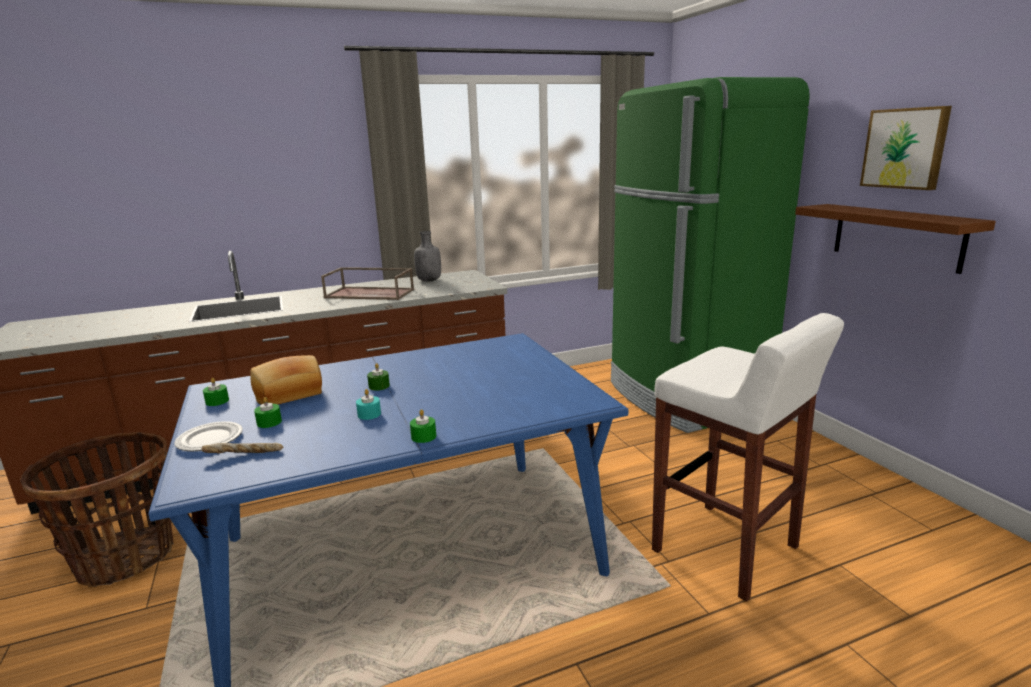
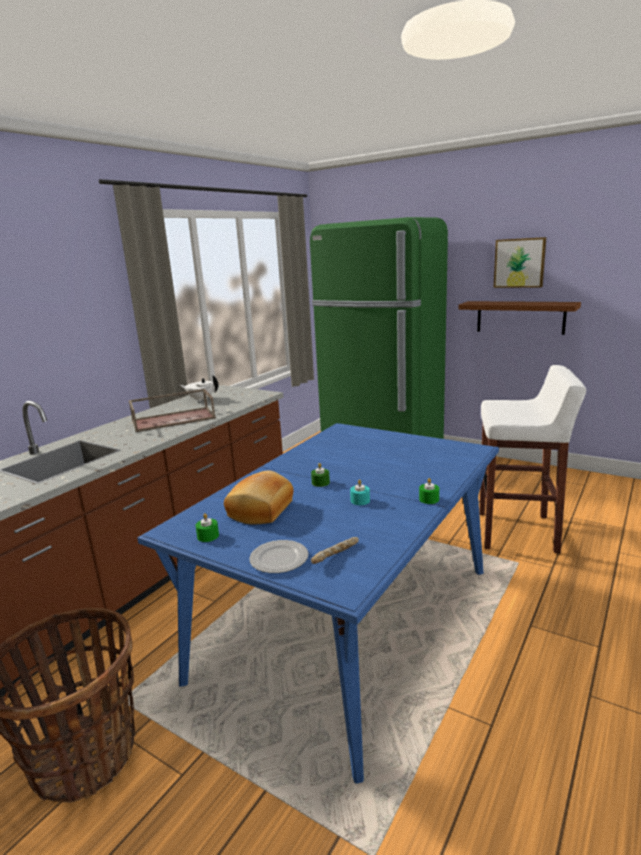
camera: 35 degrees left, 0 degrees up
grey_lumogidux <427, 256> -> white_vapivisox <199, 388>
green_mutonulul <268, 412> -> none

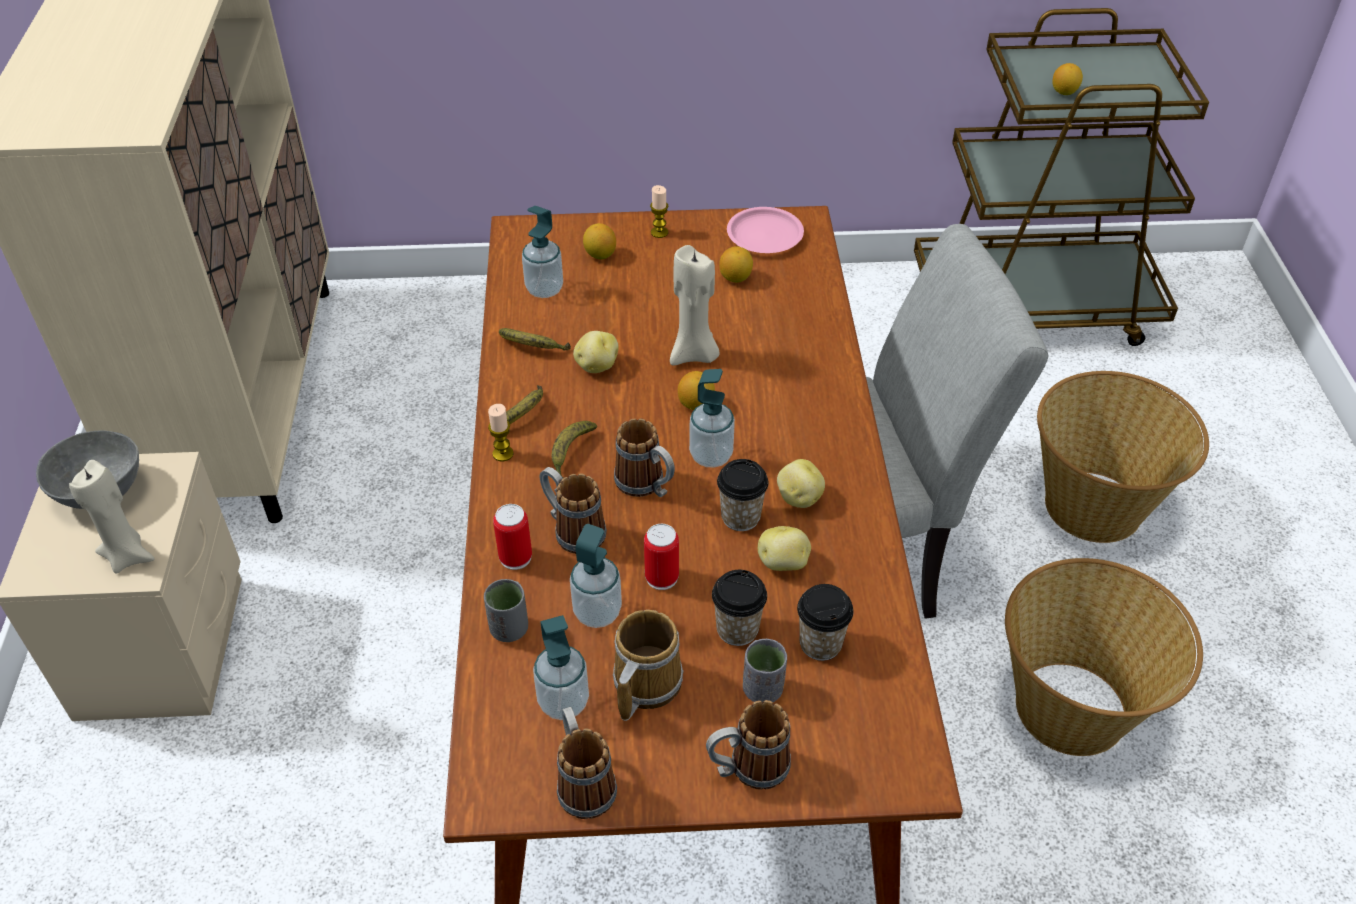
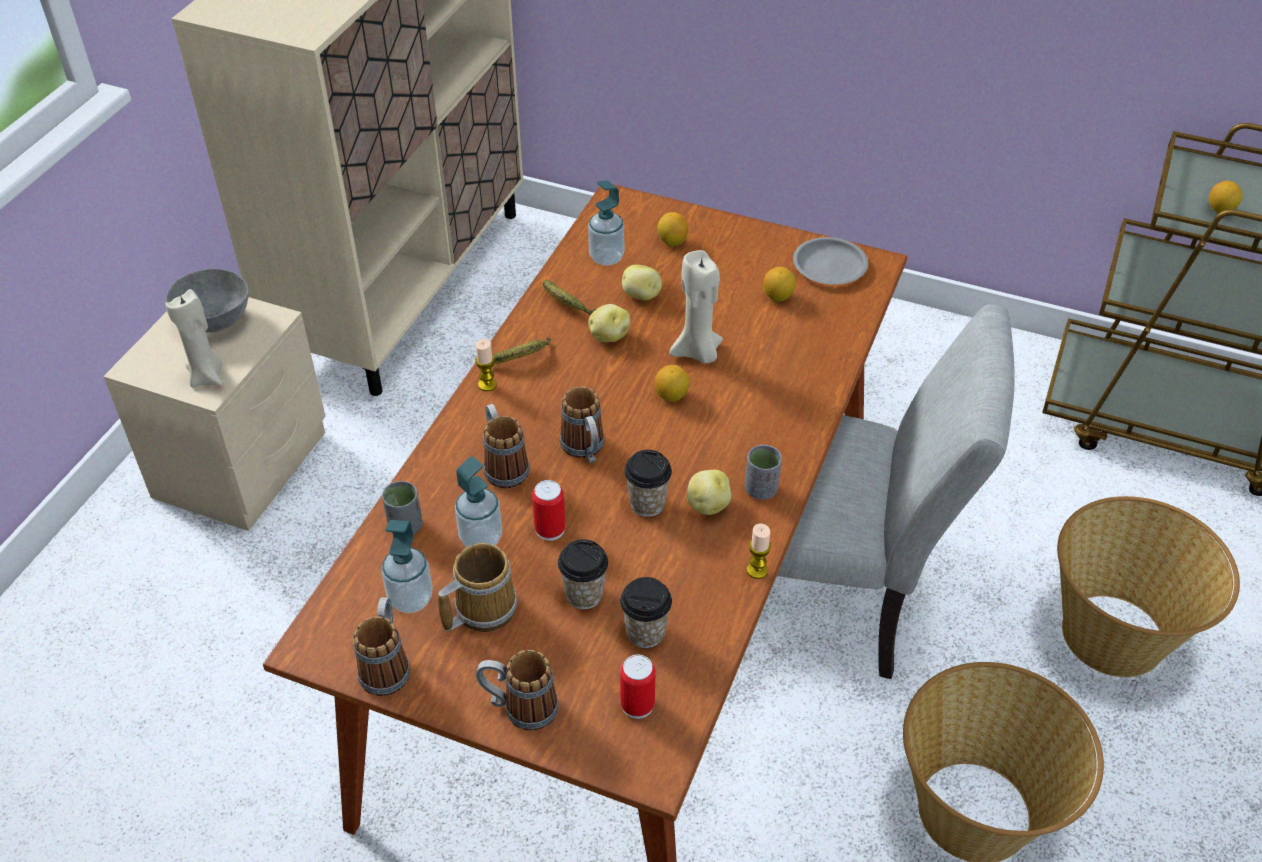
camera: 25 degrees right, 0 degrees up
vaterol <512, 537> -> vaterol <637, 687>, move
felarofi <784, 548> -> felarofi <642, 282>, move
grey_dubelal <765, 670> -> grey_dubelal <763, 472>, move
mutonulul <659, 211> -> mutonulul <759, 551>, move
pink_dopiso <765, 230> -> grey_dopiso <830, 261>
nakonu <574, 449> -> none
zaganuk <712, 418> -> none

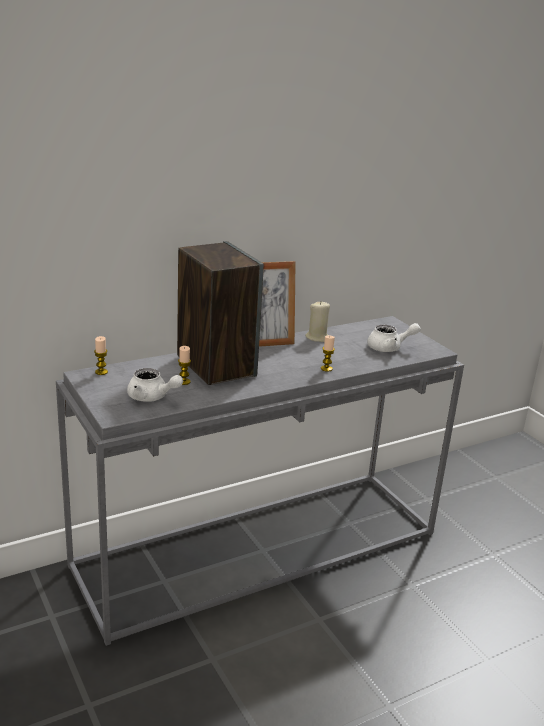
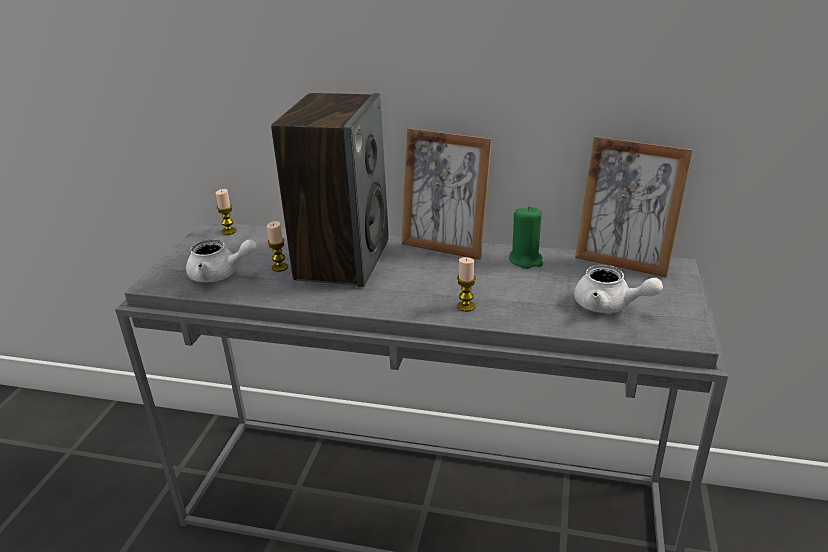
camera: 45 degrees right, 5 degrees up
white_vapivisox <155, 385> -> white_vapivisox <222, 260>, 60 degrees counterclockwise
beige_mutonulul <317, 322> -> green_mutonulul <526, 237>
none -> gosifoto <634, 206>

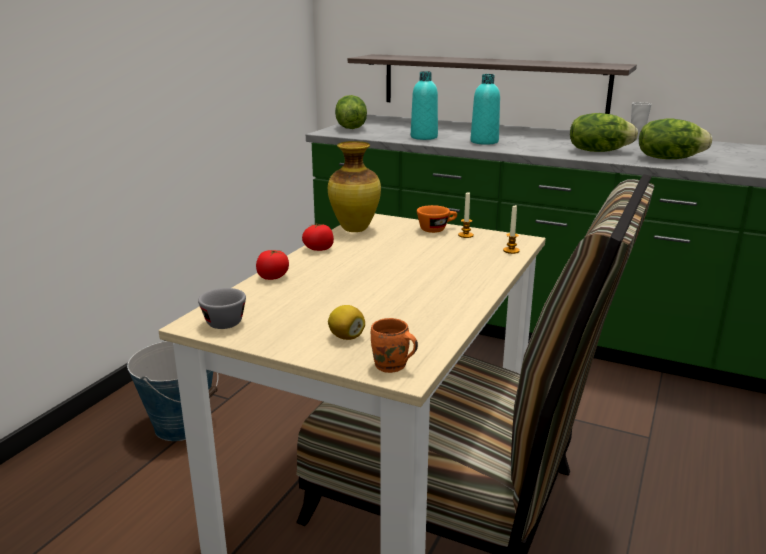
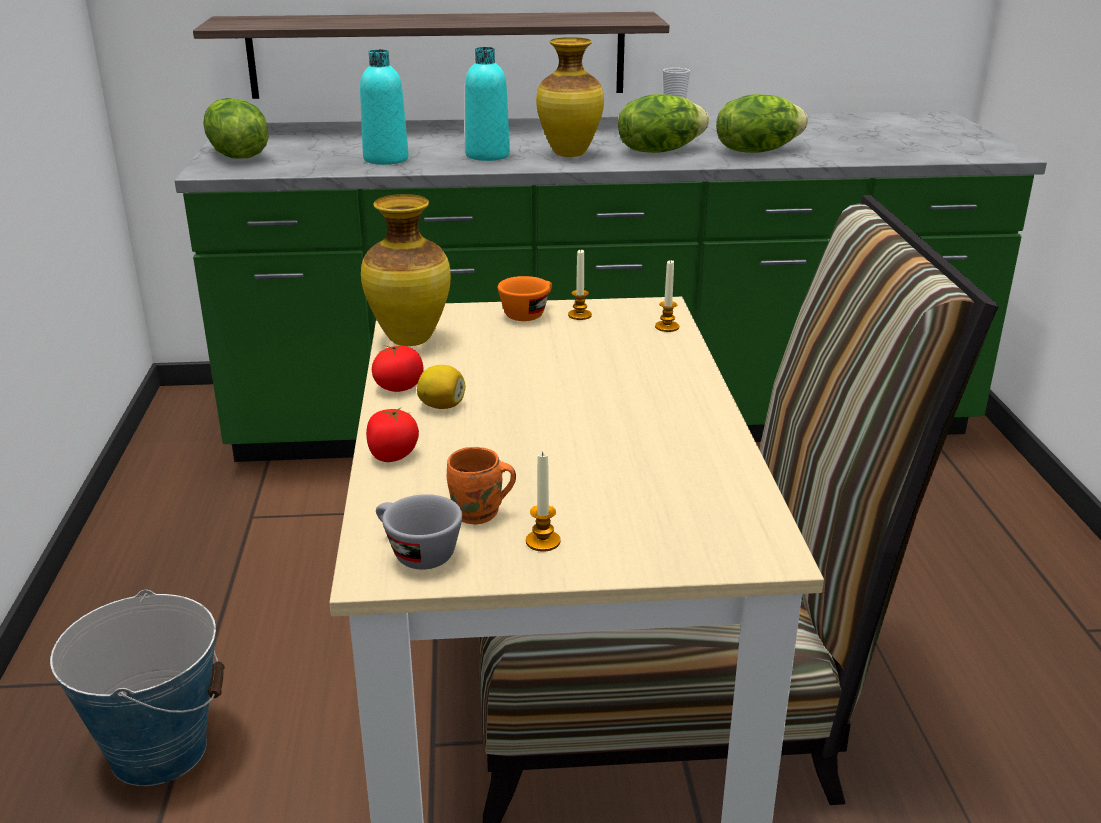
camera: 30 degrees left, 5 degrees up
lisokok <346, 322> -> lisokok <441, 387>, move
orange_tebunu <394, 345> -> orange_tebunu <481, 486>, move
none -> mutonulul <543, 502>
none -> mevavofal <570, 97>

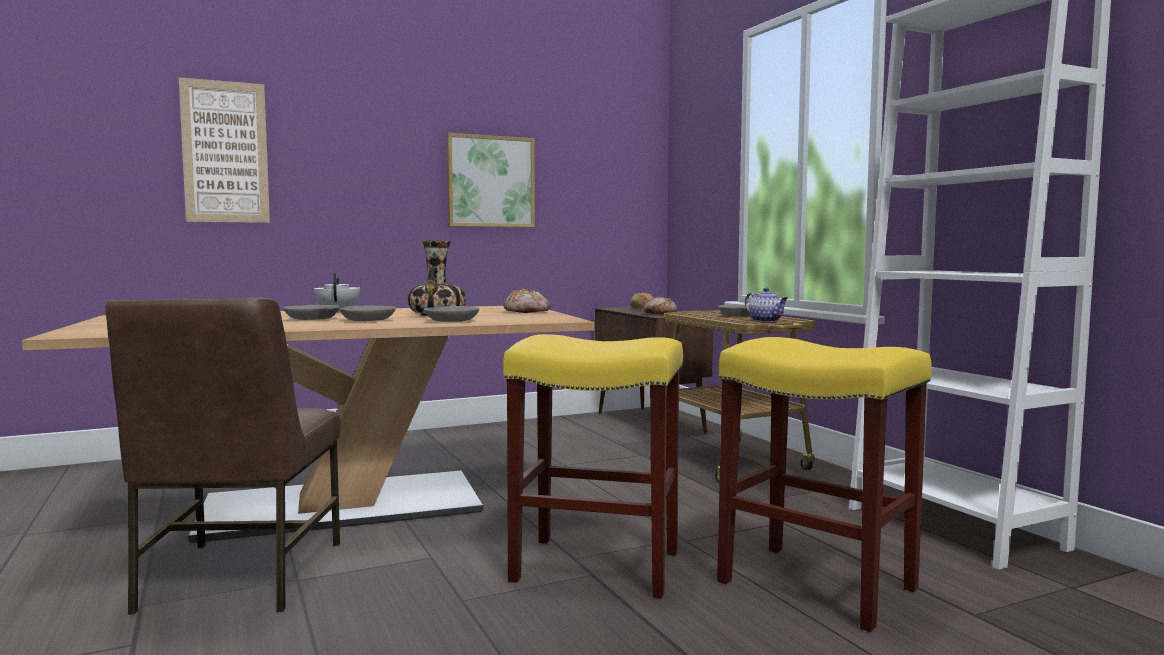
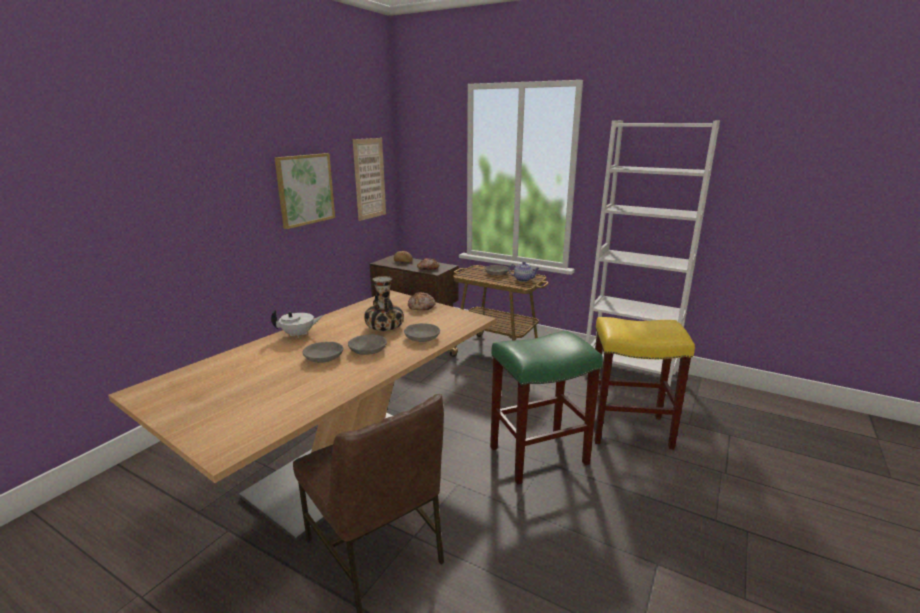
camera: 35 degrees left, 15 degrees up
white_vapivisox <337, 292> -> white_vapivisox <297, 324>, 120 degrees clockwise
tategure <224, 150> -> tategure <369, 179>, move
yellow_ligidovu <593, 466> -> green_ligidovu <546, 408>

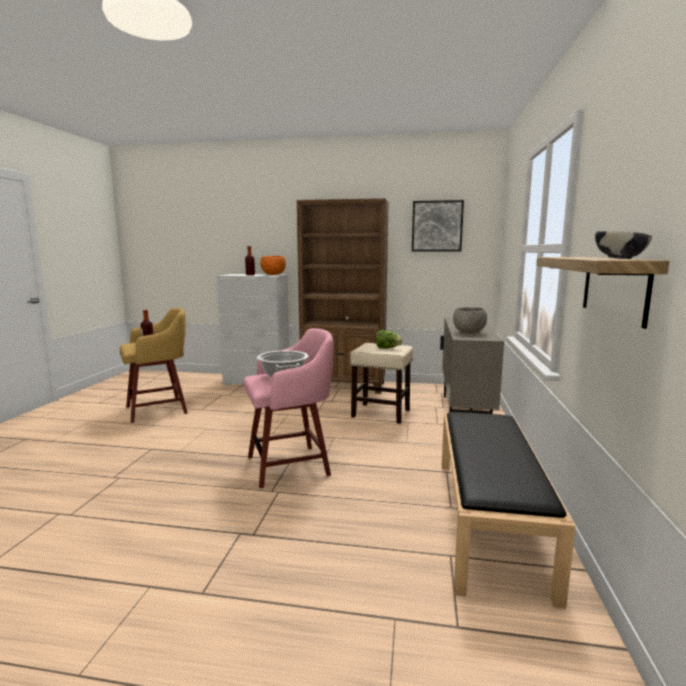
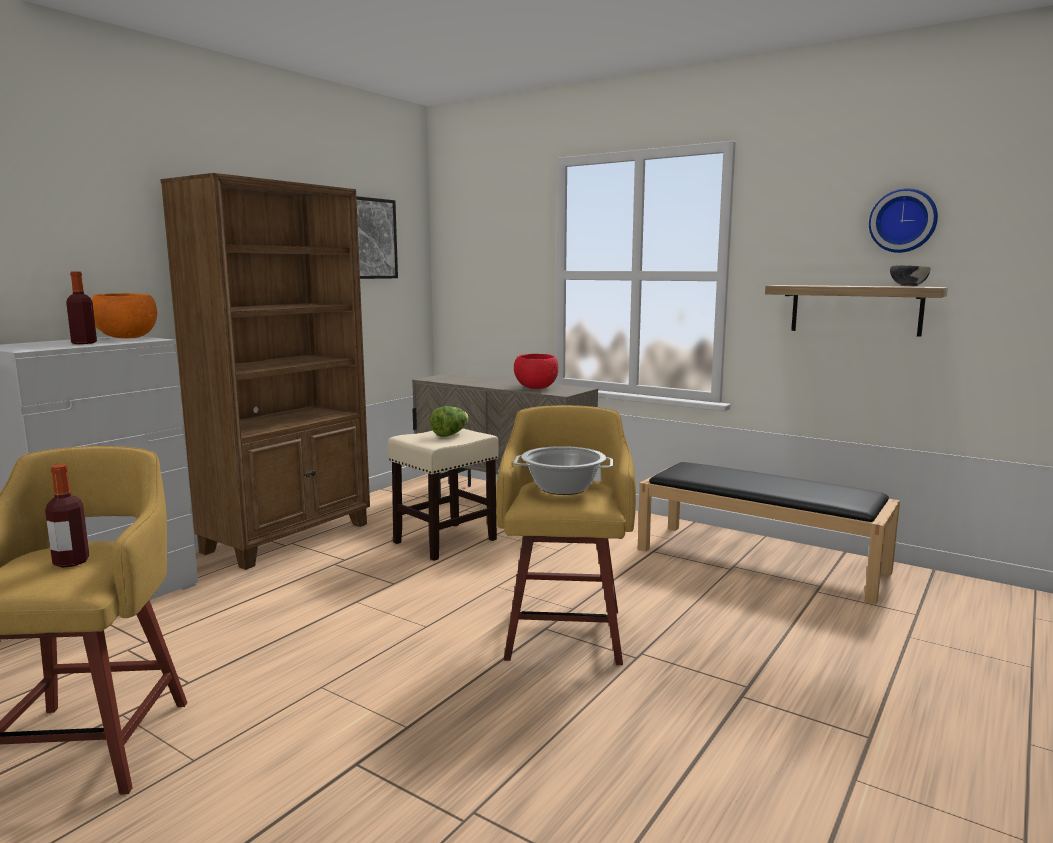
camera: 65 degrees left, 0 degrees up
pink_ligidovu <288, 408> -> yellow_ligidovu <566, 535>
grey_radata <470, 320> -> red_radata <536, 371>
none -> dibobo <903, 220>

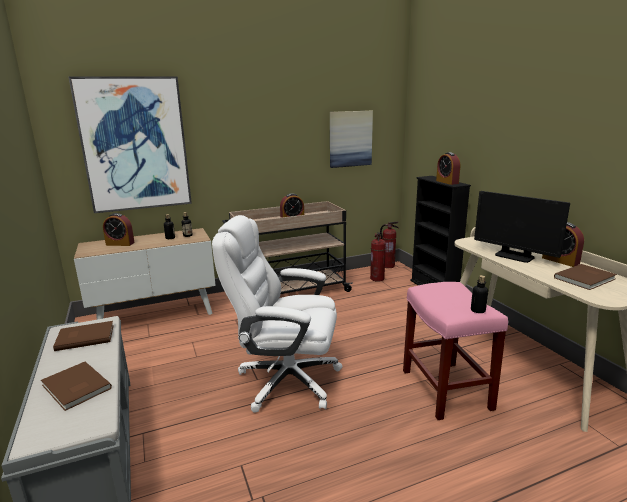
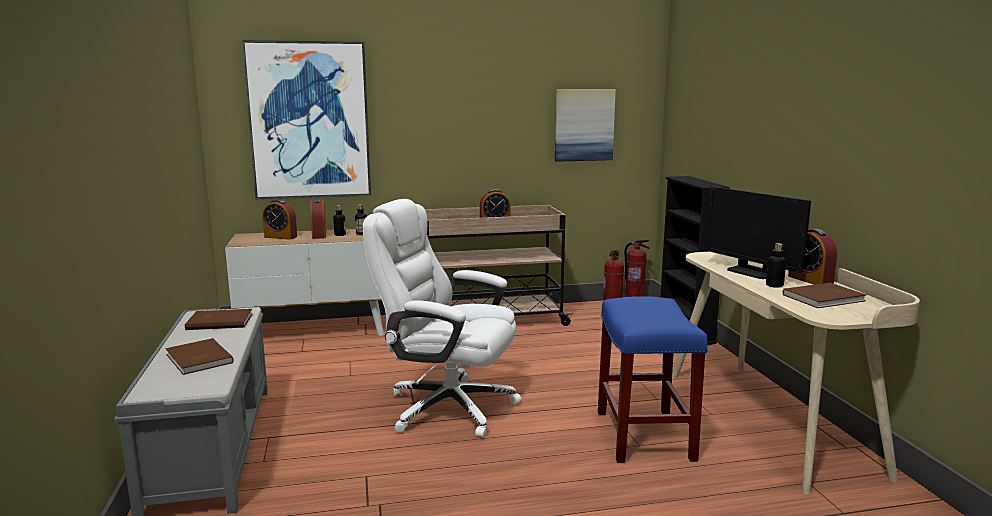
camera: 10 degrees right, 5 degrees down
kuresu <448, 168> -> kuresu <318, 218>, move
pink_ligidovu <455, 351> -> blue_ligidovu <653, 379>
lumogidux <479, 294> -> lumogidux <776, 265>, move

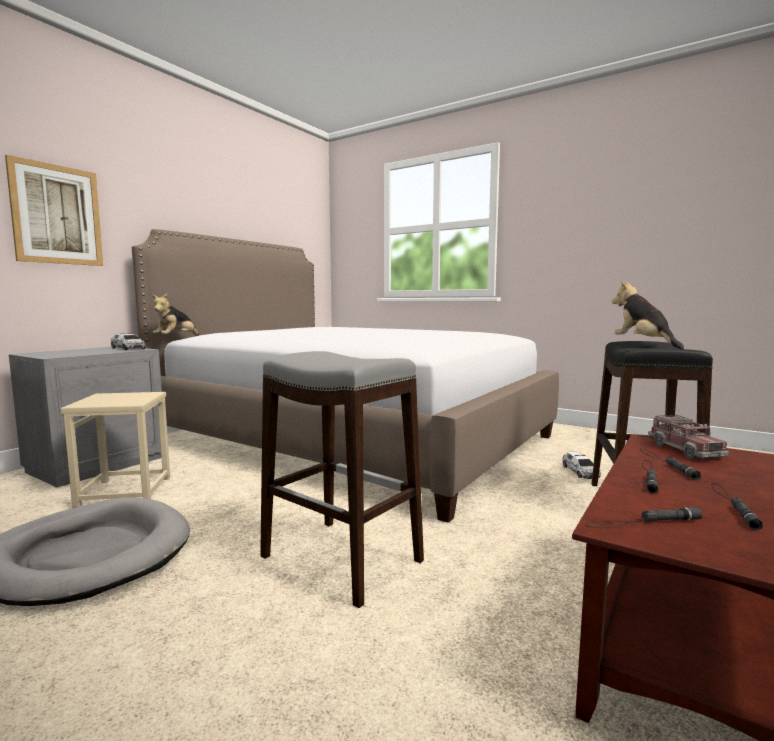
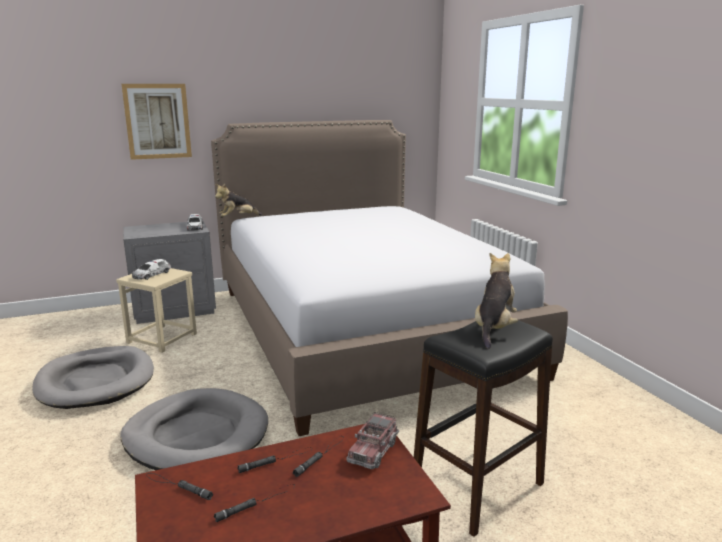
camera: 35 degrees right, 10 degrees up
grey_ligidovu <342, 479> -> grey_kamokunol <194, 429>
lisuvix <581, 465> -> lisuvix <151, 269>, move

